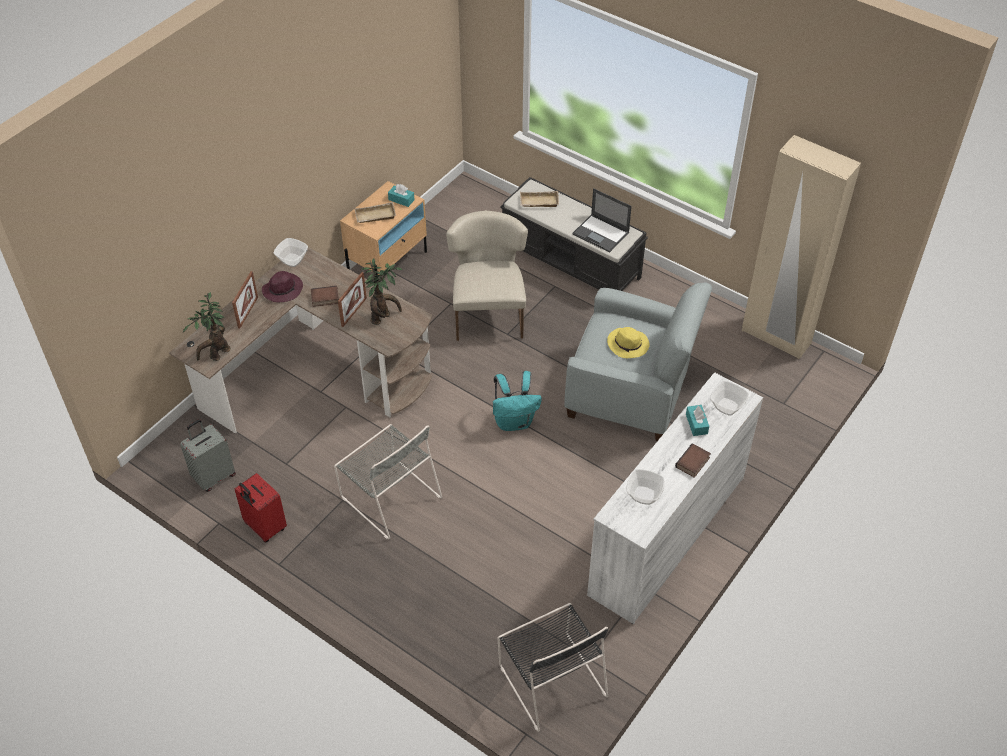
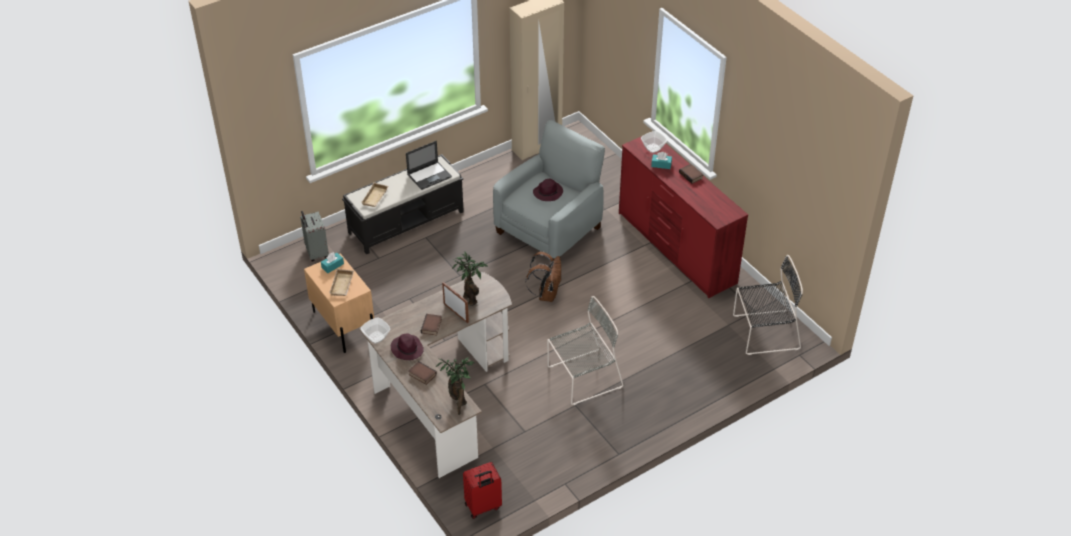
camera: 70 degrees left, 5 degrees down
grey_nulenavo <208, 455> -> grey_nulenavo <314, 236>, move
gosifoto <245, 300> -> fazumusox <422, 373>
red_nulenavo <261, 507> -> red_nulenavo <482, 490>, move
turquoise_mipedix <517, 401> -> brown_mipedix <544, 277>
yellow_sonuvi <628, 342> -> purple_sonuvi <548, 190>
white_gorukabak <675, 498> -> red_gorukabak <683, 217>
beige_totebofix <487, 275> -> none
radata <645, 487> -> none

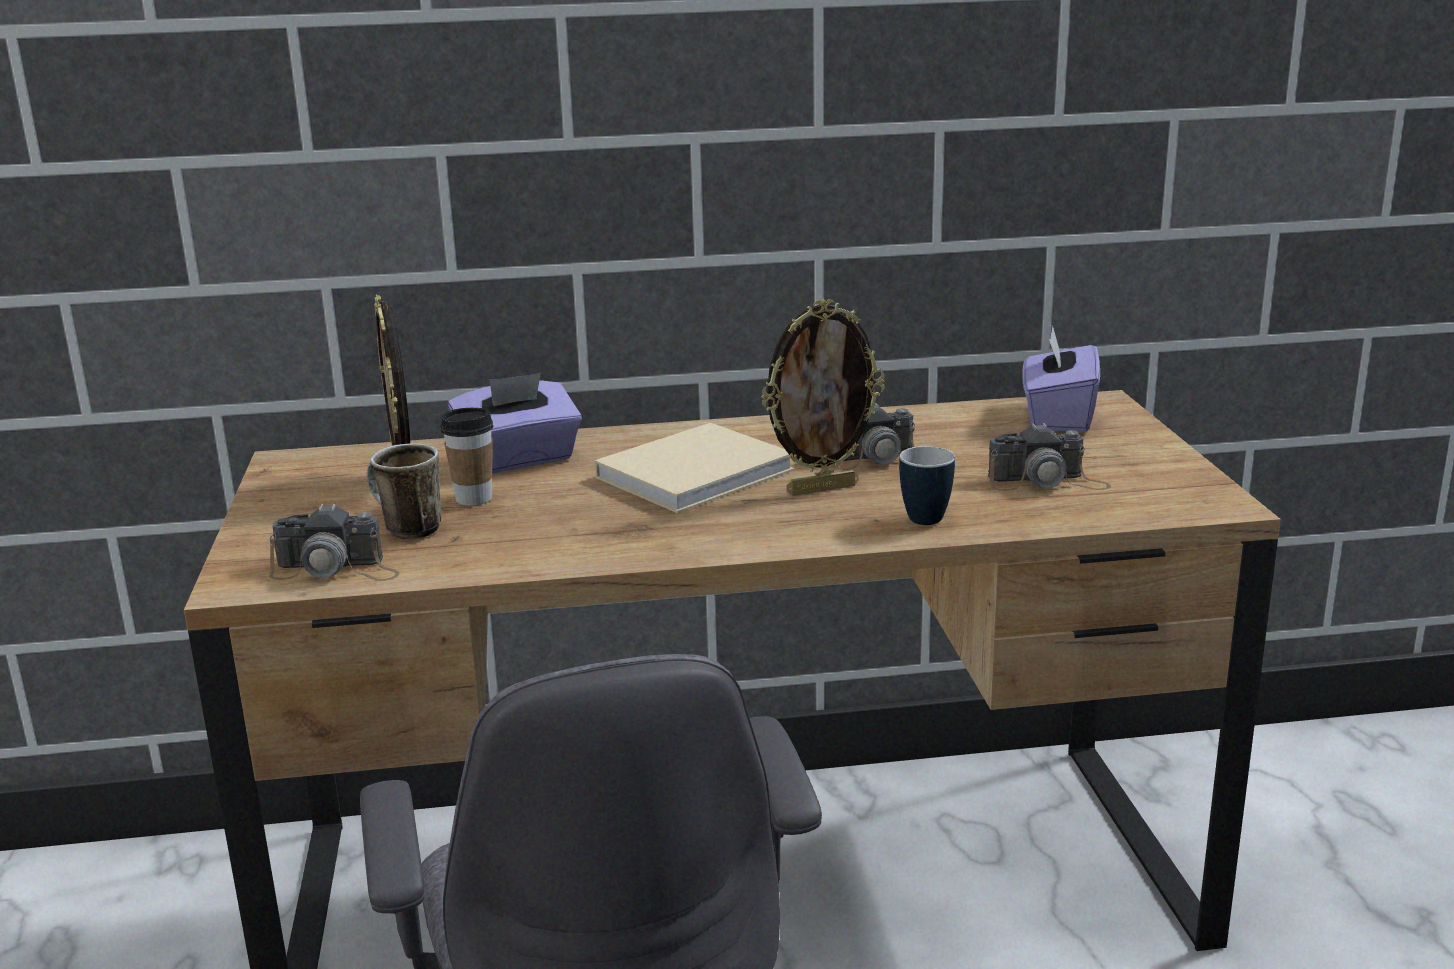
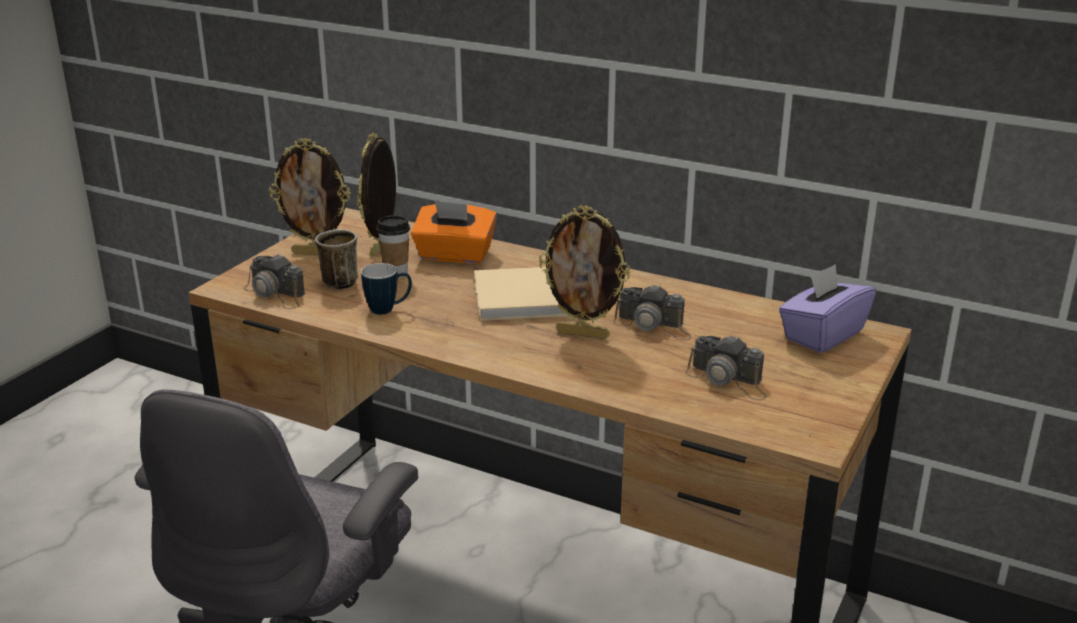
camera: 35 degrees right, 5 degrees up
none -> gosifoto <309, 196>
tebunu <927, 485> -> tebunu <386, 289>, move
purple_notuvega <515, 423> -> orange_notuvega <454, 232>

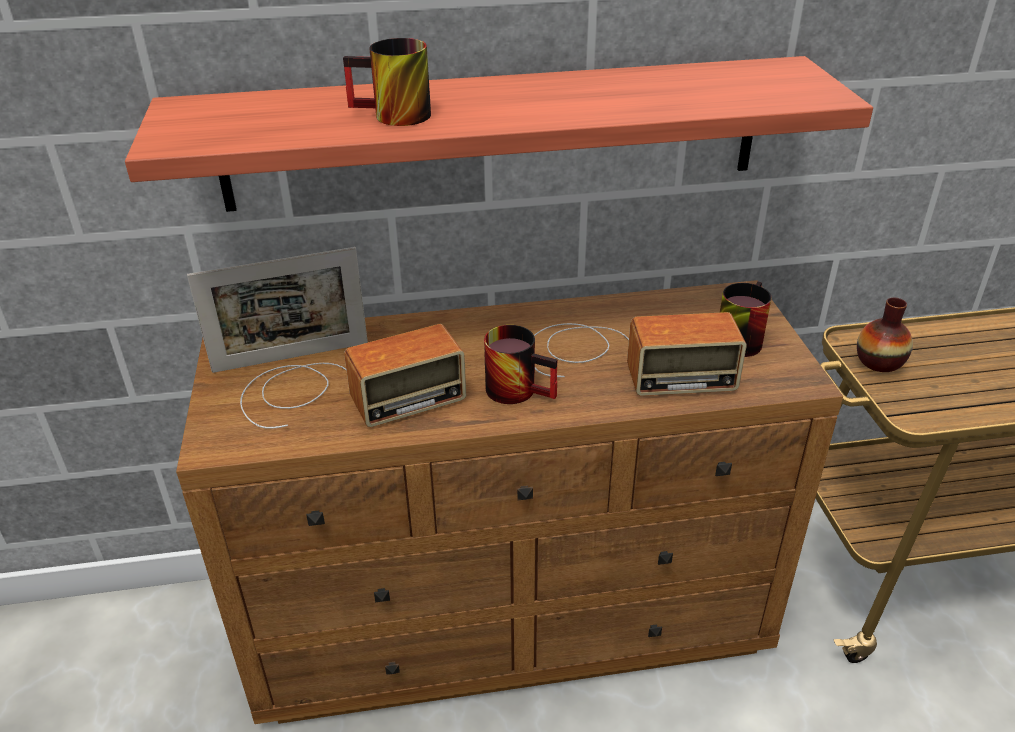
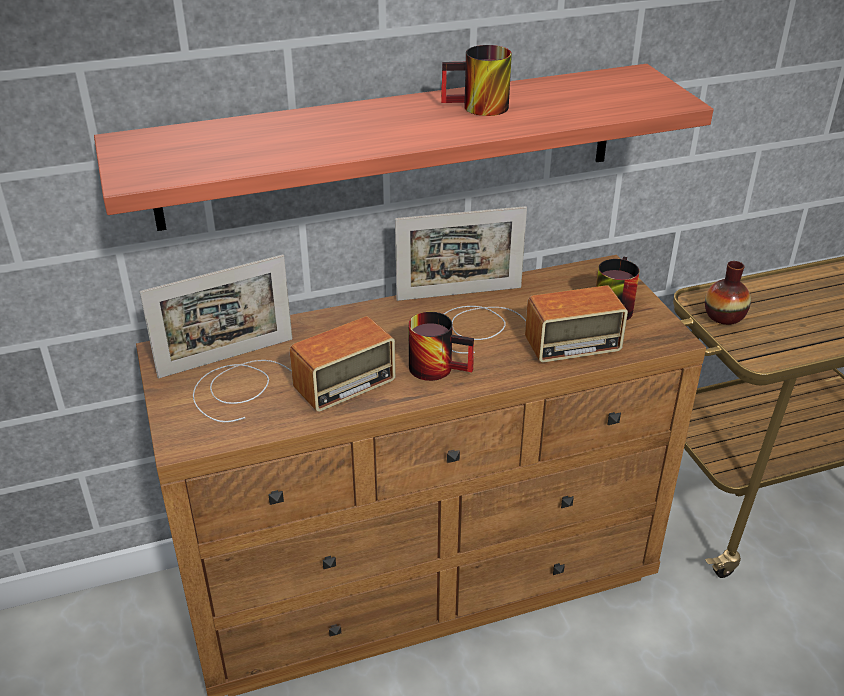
camera: 10 degrees left, 0 degrees up
none -> gosifoto <461, 253>
tebunu <387, 82> -> tebunu <476, 80>, move

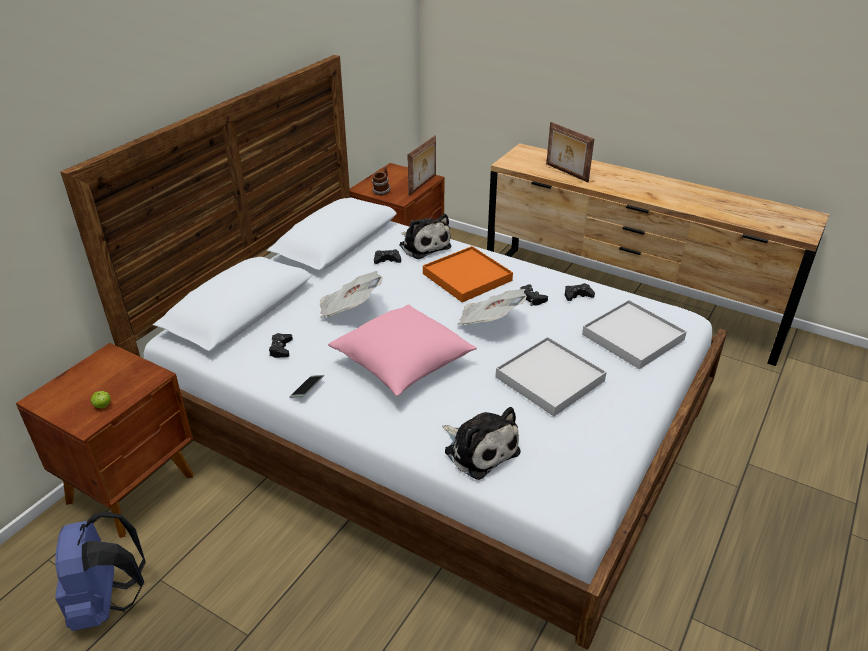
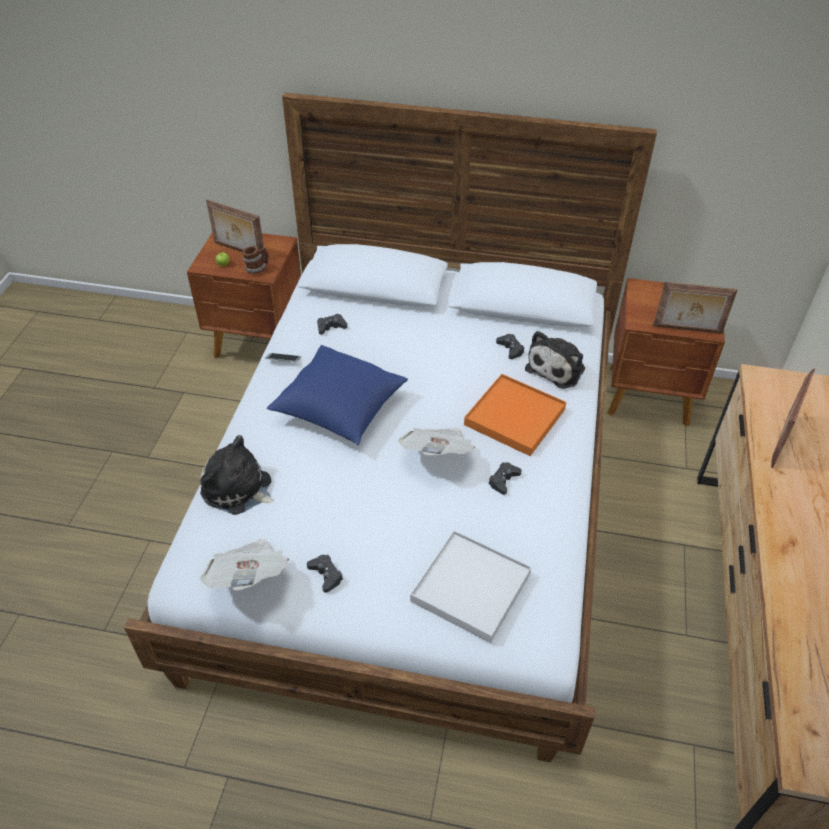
camera: 70 degrees right, 10 degrees up
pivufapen <481, 443> -> pivufapen <237, 475>, 90 degrees clockwise
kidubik <351, 294> -> kidubik <245, 565>, move
none -> gosifoto <235, 229>
tebunu <381, 181> -> tebunu <255, 260>, move
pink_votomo <402, 350> -> blue_votomo <337, 395>
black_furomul <580, 292> -> black_furomul <325, 574>, move
blue_mipedix <100, 571> -> none
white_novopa <551, 376> -> none

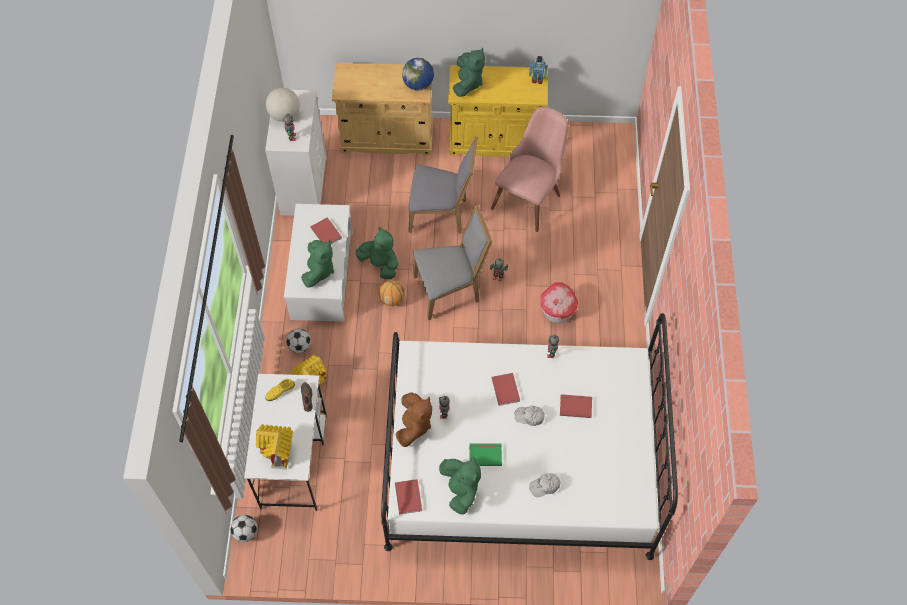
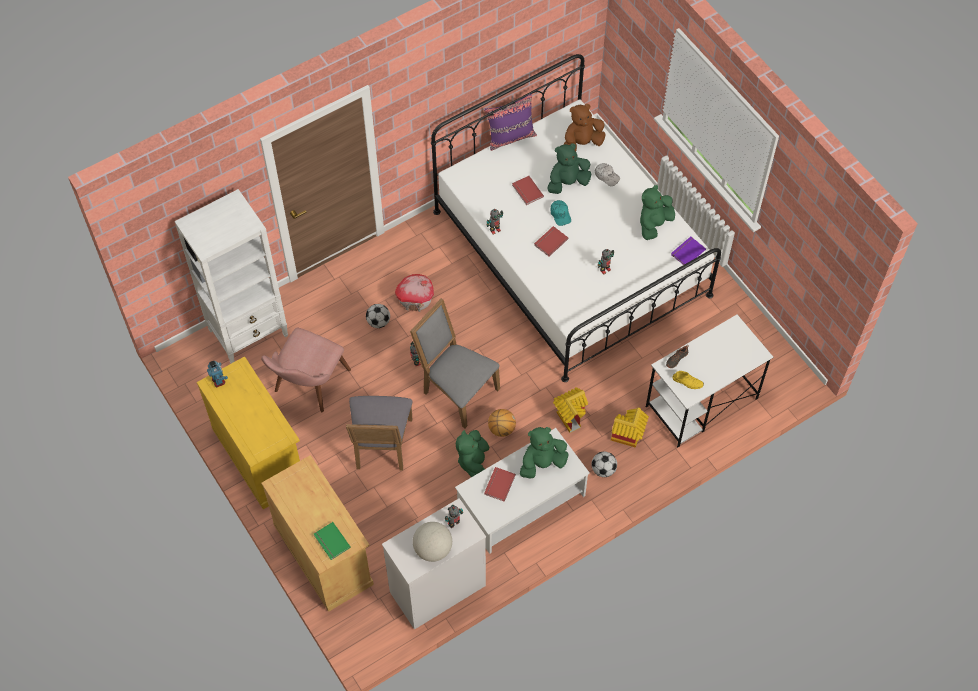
camera: 125 degrees left, 0 degrees up
none -> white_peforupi <231, 276>
pink_totebofix <530, 169> -> pink_totebofix <306, 370>, 60 degrees counterclockwise
green_fazumusox <485, 455> -> green_fazumusox <332, 541>, move
grey_totebofix <443, 184> -> grey_totebofix <379, 433>, 150 degrees counterclockwise
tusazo <244, 528> -> tusazo <378, 316>, move
none -> purple_votomo <510, 122>
green_pivufapen <469, 72> -> green_pivufapen <569, 168>, move
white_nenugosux <529, 415> -> turquoise_nenugosux <561, 213>
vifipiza <274, 446> -> vifipiza <570, 410>, move
brown_pivufapen <414, 420> -> brown_pivufapen <584, 127>, move
red_fazumusox <408, 496> -> purple_fazumusox <688, 251>
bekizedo <418, 74> -> none

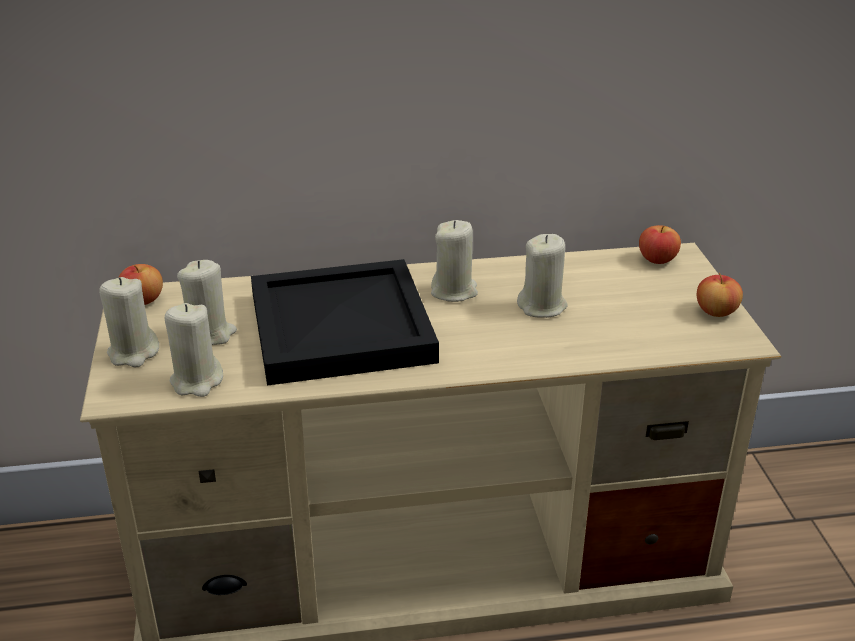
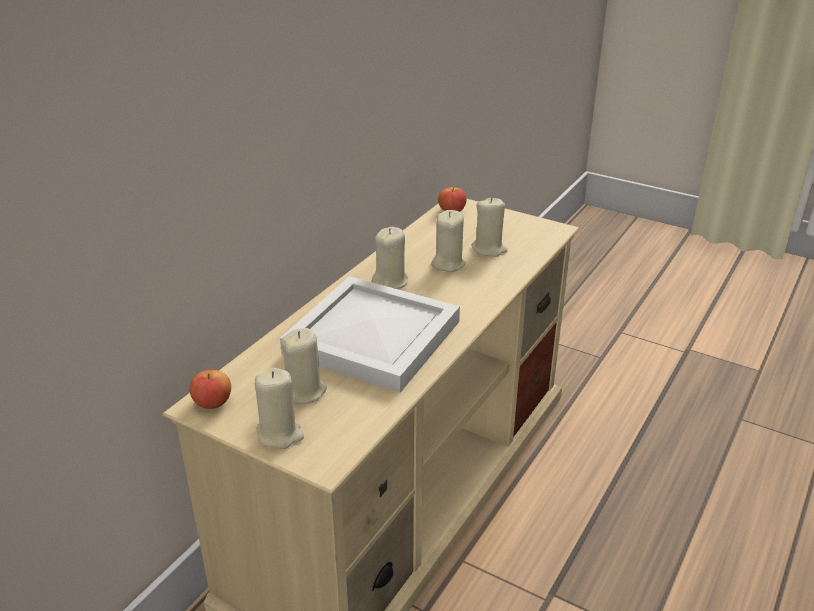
camera: 50 degrees left, 0 degrees up
black_novopa <345, 322> -> white_novopa <370, 334>
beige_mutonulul <194, 350> -> beige_mutonulul <490, 227>, move
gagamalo <720, 295> -> none

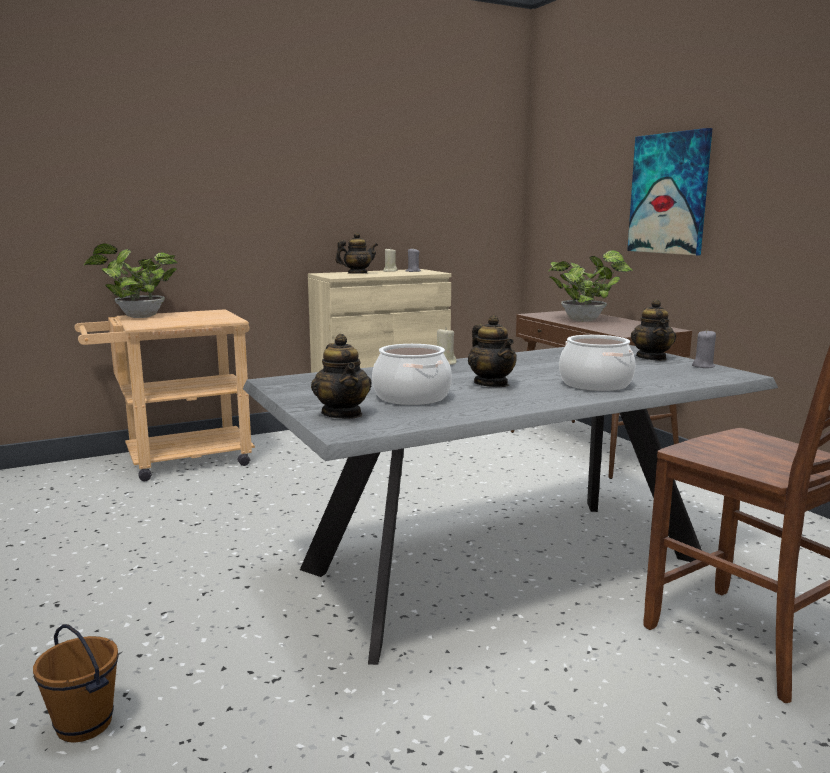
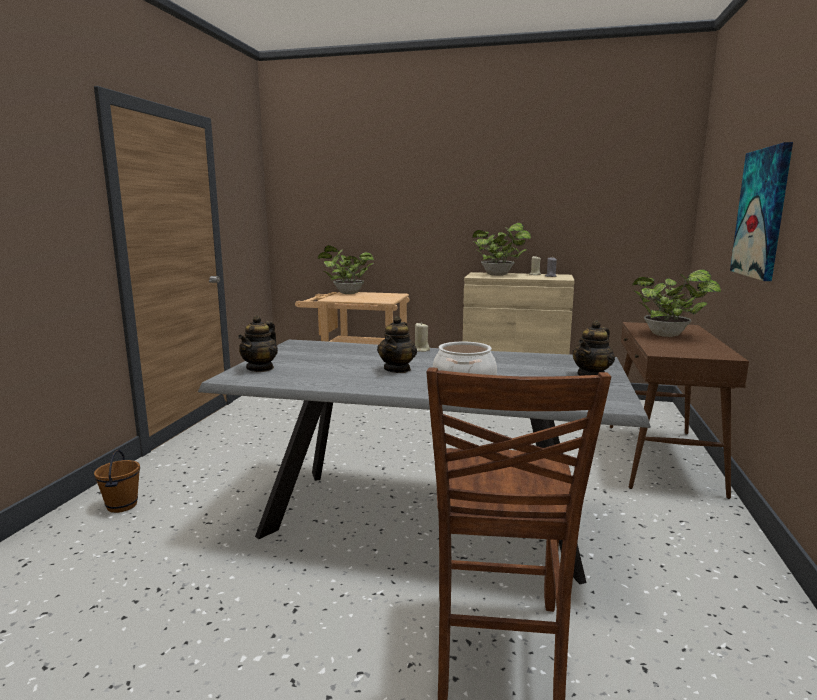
camera: 40 degrees right, 0 degrees up
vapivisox <356, 253> -> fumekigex <502, 249>
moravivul <412, 374> -> none
grey_mutonulul <704, 349> -> none

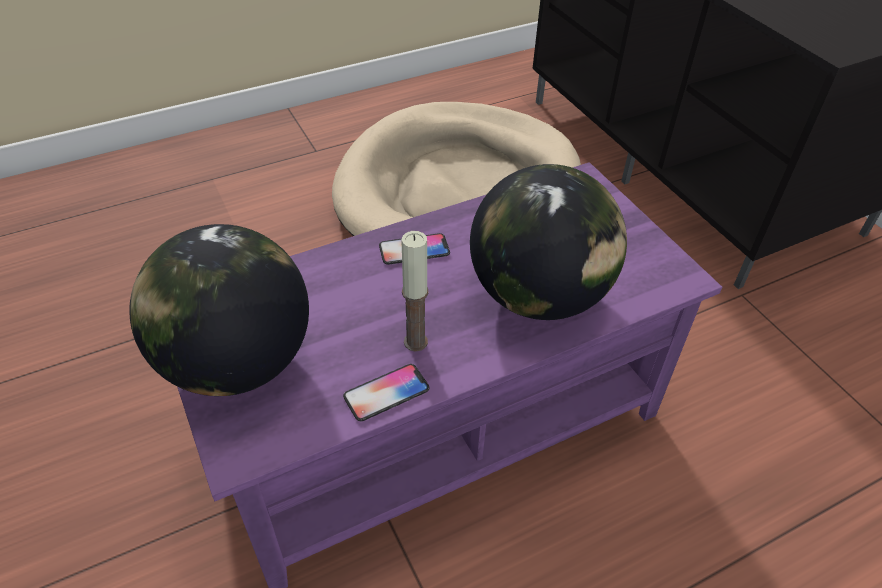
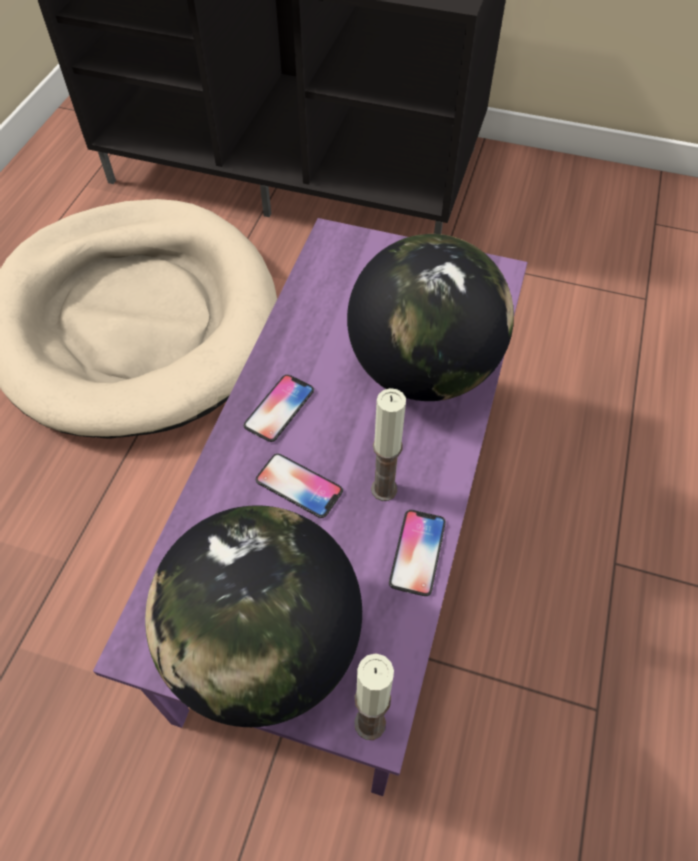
camera: 45 degrees left, 10 degrees up
none -> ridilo <299, 485>
none -> mutonulul <374, 696>

